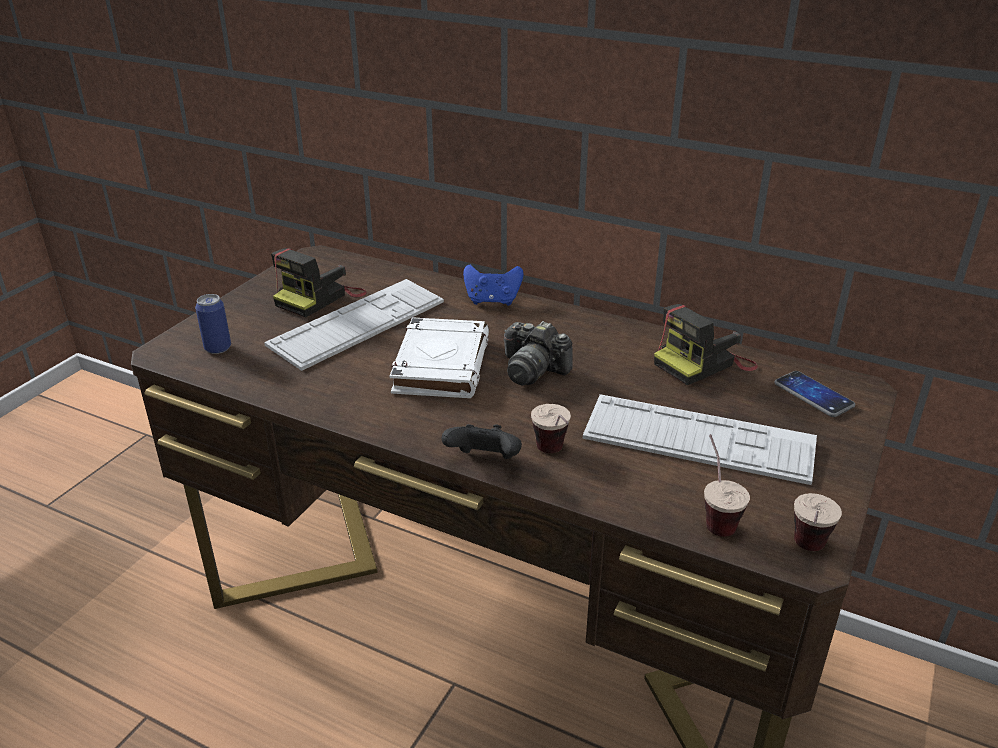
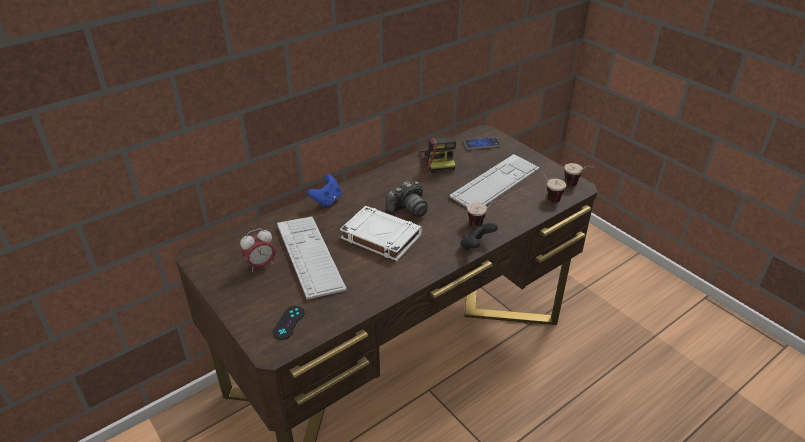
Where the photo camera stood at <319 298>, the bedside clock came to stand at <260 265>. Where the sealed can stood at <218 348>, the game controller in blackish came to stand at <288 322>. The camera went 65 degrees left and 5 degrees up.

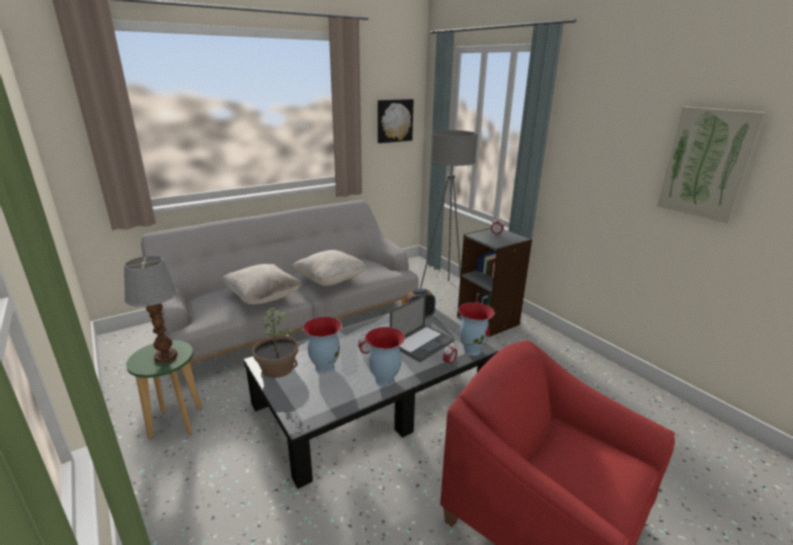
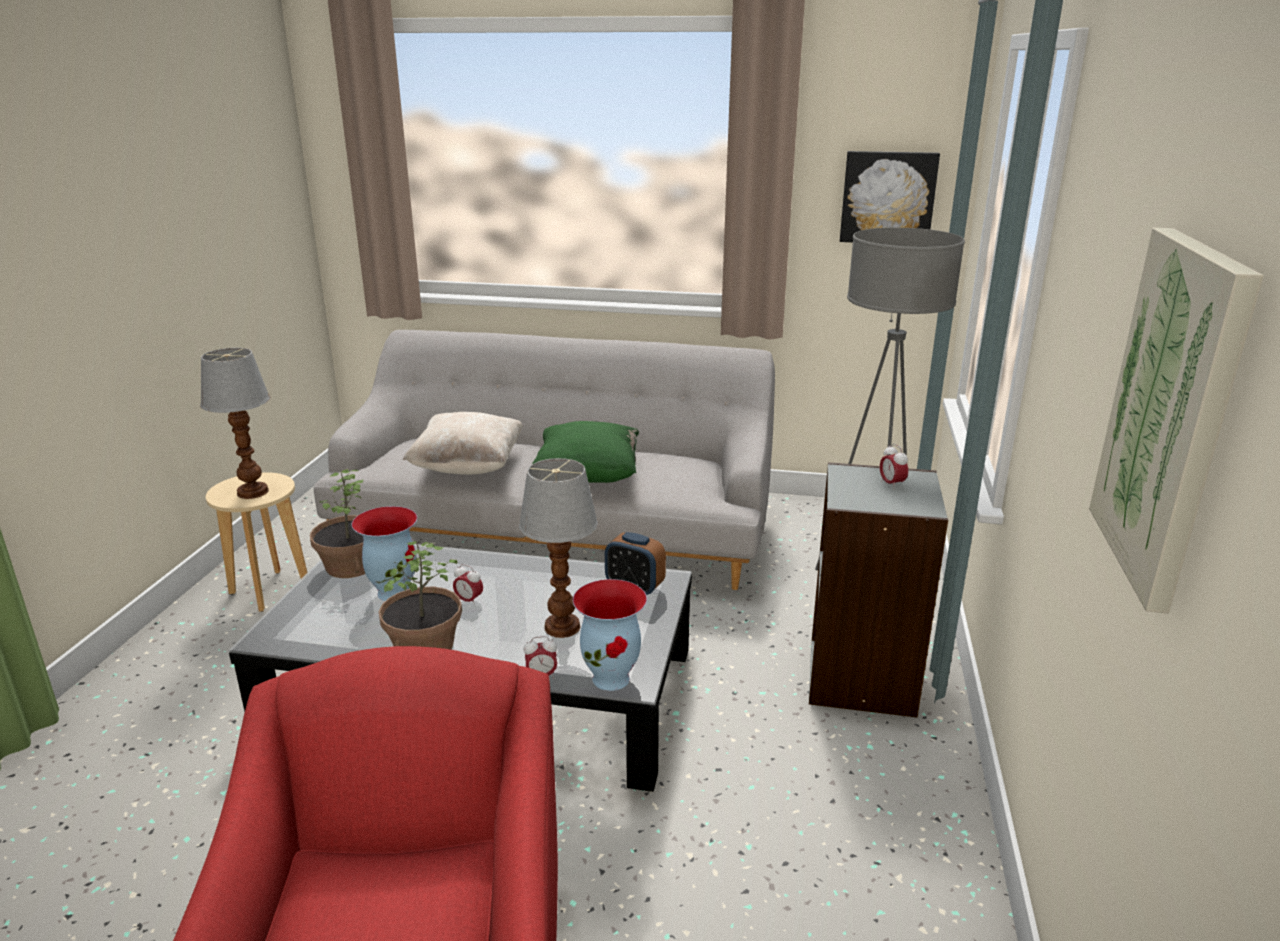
What was the throw pillow in beige-coloured at <330 281> turned into the throw pillow in green-coloured at <588 477>. Where the laptop stood at <422 342>, the lamp for a table came to stand at <563 627>. Where the decorative vase stood at <384 380>, the houseplant came to stand at <424 646>. What was the sitting stool in green-coloured at <176 422> turned into the sitting stool in beige-coloured at <270 590>. The camera went 45 degrees right and 0 degrees up.

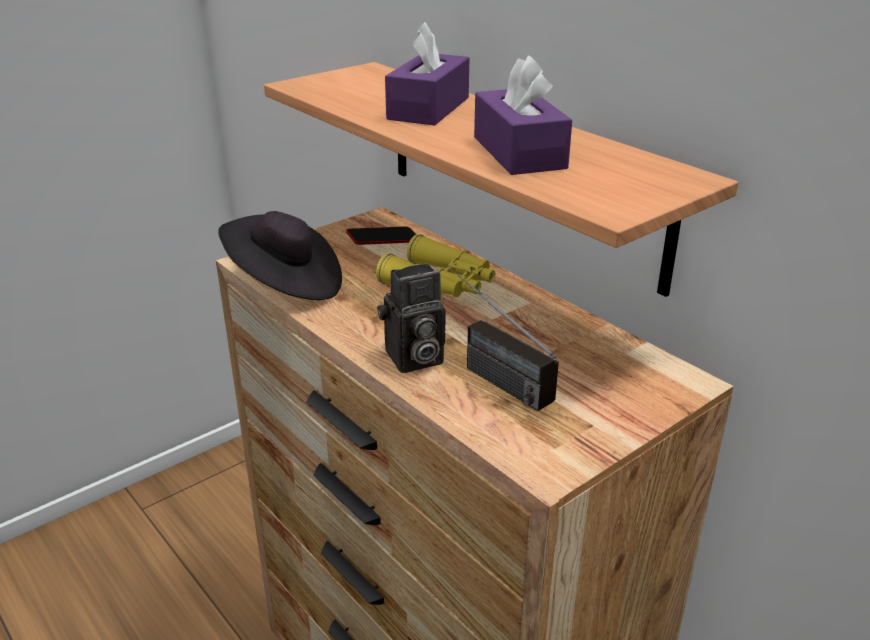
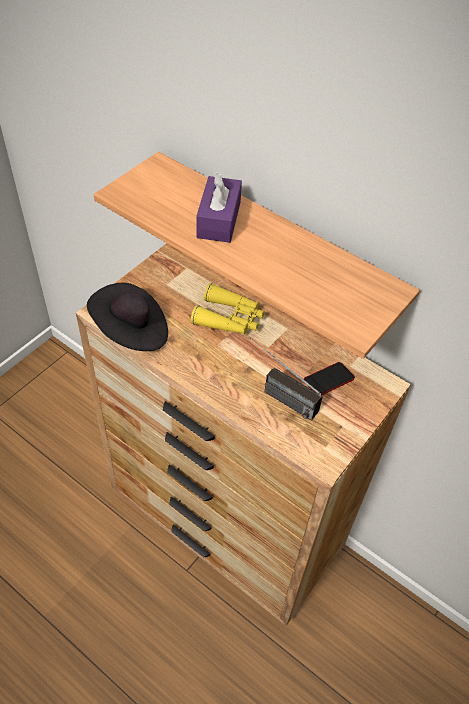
The second view lost the tissue holder in purplish at <519 153>. The telephone ended up elsewhere, having gone from <383 240> to <328 381>. The second view lost the photo camera at <412 360>. The camera went 15 degrees left and 20 degrees up.

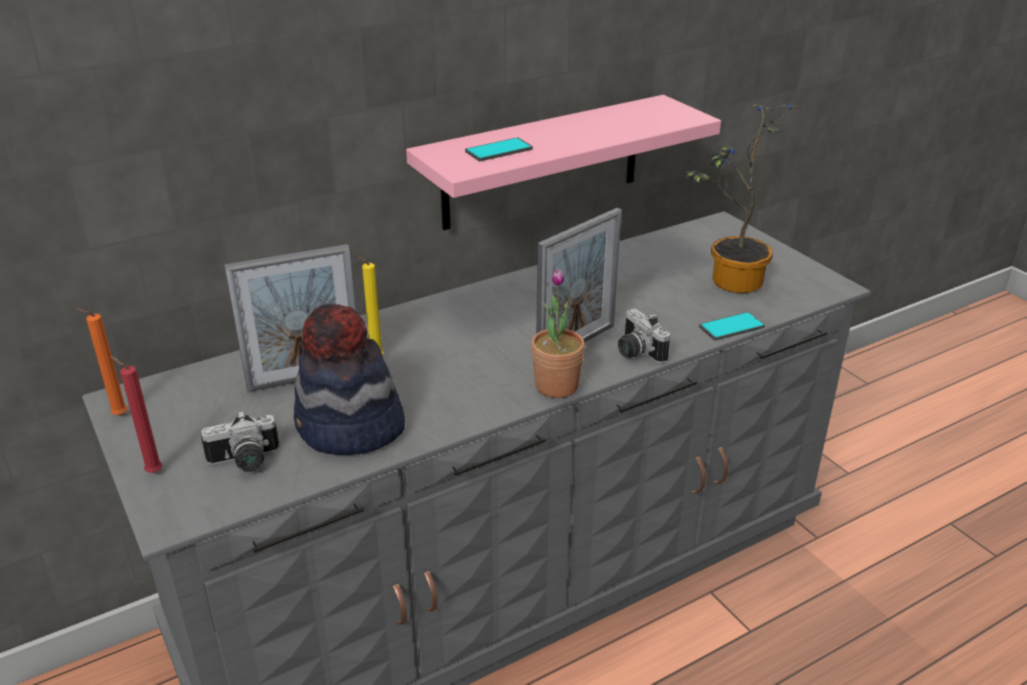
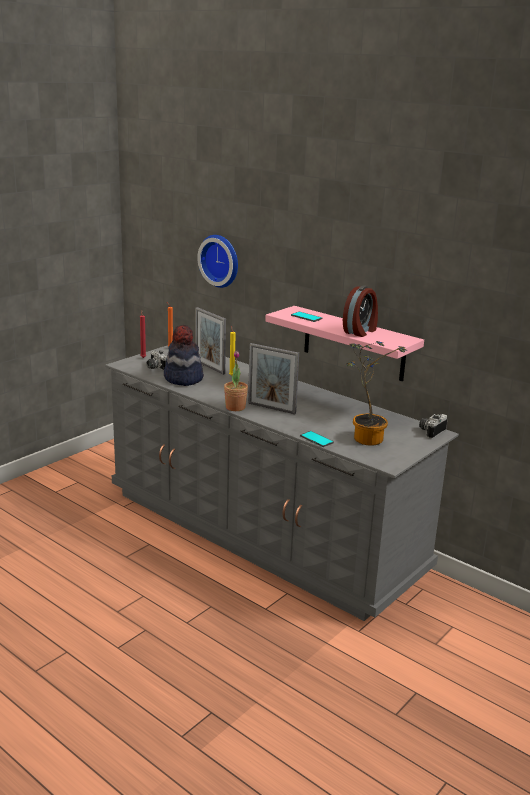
The photo camera ended up elsewhere, having gone from <636 352> to <430 431>. The second view gained the clock on the wall at <221 260>. The second view gained the bedside clock at <360 331>. The camera went 70 degrees right and 10 degrees down.

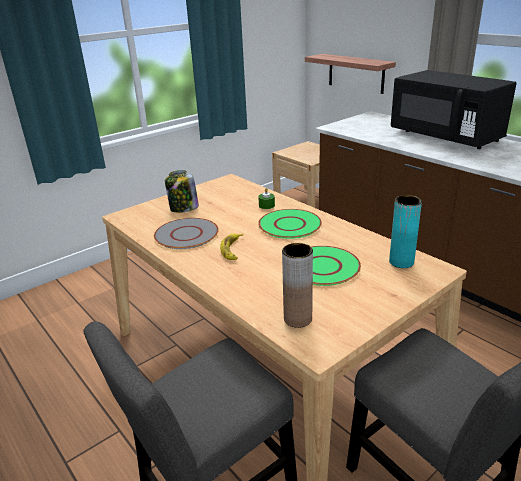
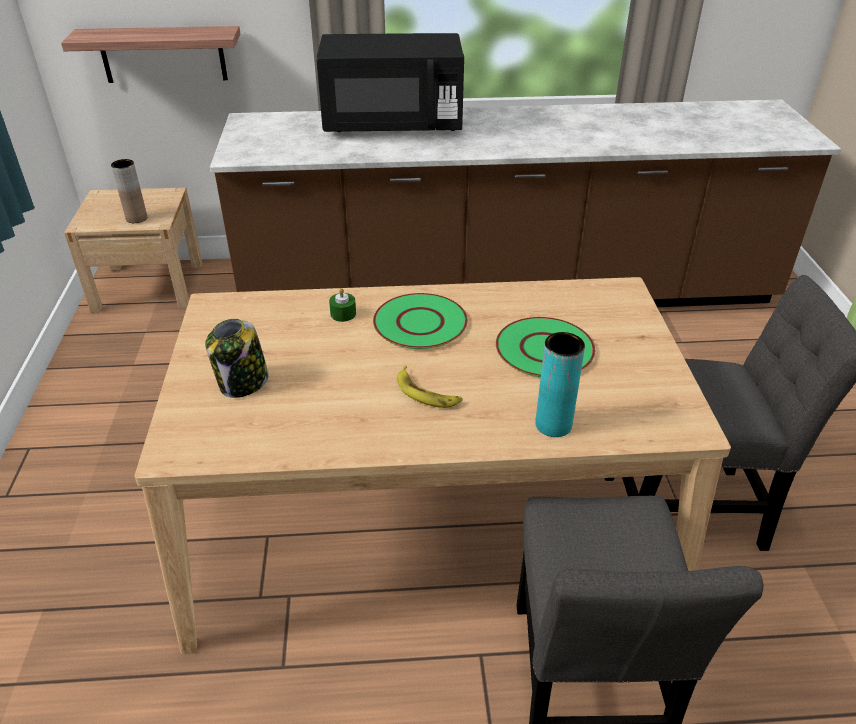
The decorative vase in turquoise ended up elsewhere, having gone from <401 262> to <553 425>. The second view lost the flat dish in greyish at <186 234>. The decorative vase in brownish ended up elsewhere, having gone from <297 319> to <136 218>. The camera went 55 degrees left and 10 degrees up.

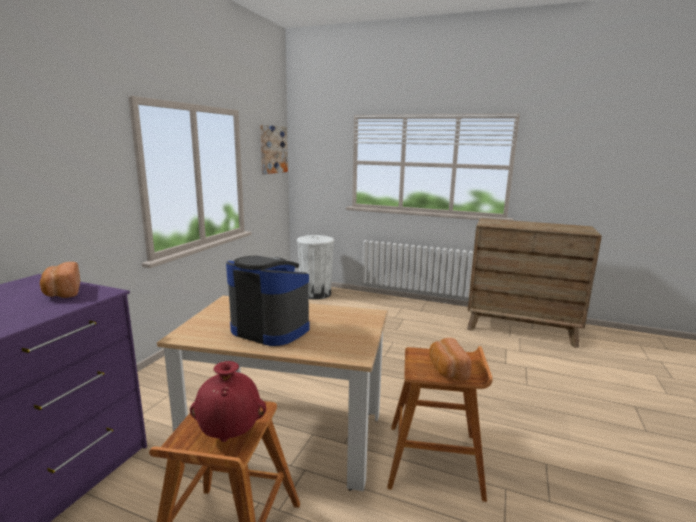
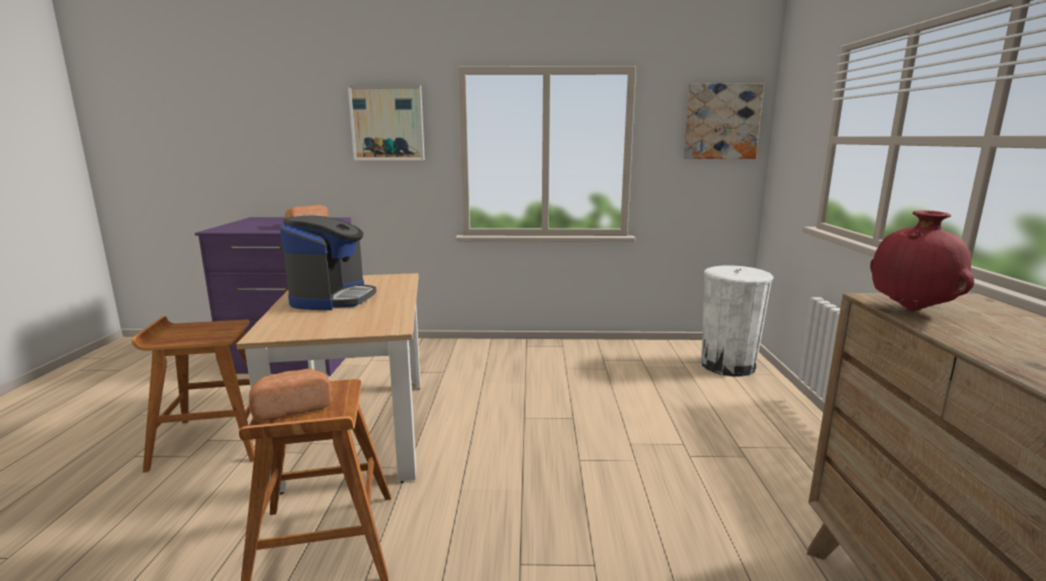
The decorative vase in red ended up elsewhere, having gone from <230 434> to <911 310>. The second view gained the wall picture at <387 123>. The camera went 70 degrees right and 0 degrees up.

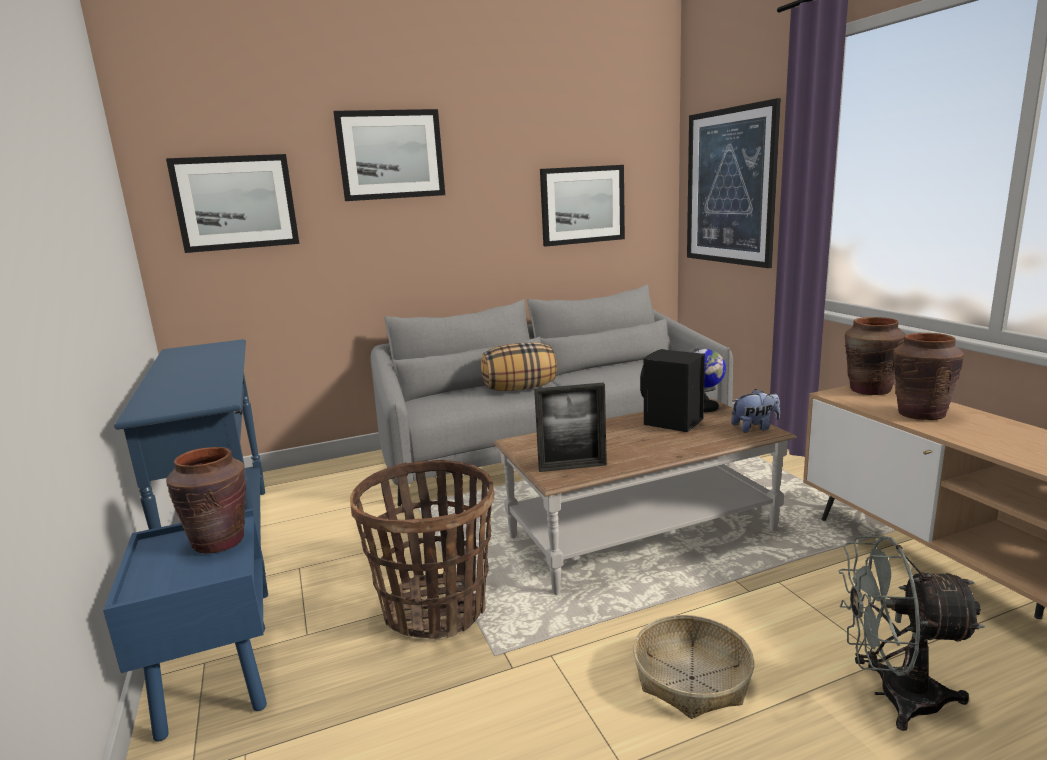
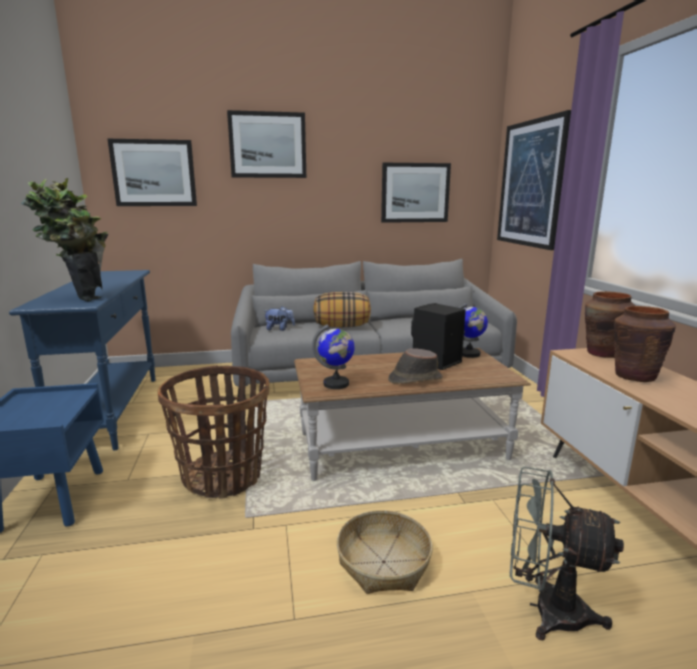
Where the standing frame stood at <572 467>, the world globe came to stand at <336 384>. The cuddly toy ended up elsewhere, having gone from <755 428> to <279 329>. The second view lost the decorative vase in brownish at <220 542>. The second view gained the houseplant at <80 297>. The second view gained the wearable hat in brownish at <414 379>. The camera went 10 degrees right and 0 degrees up.

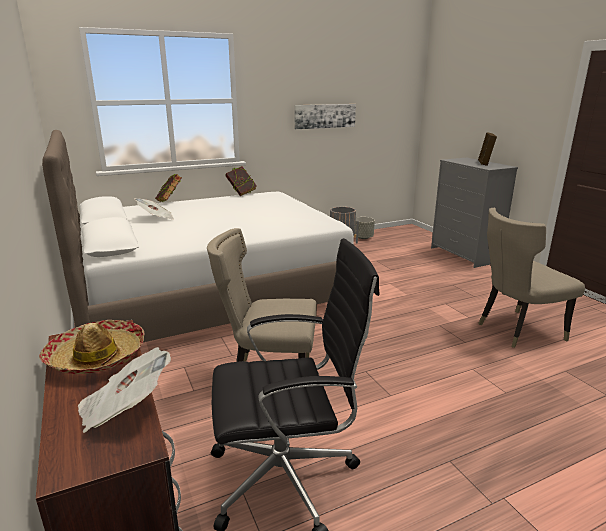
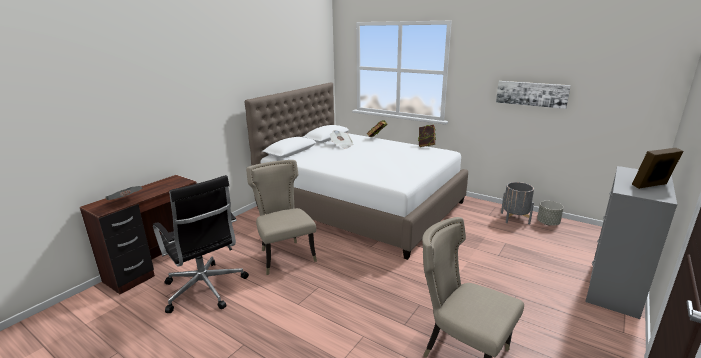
The second view lost the wearable hat at <97 356>. The camera went 60 degrees right and 0 degrees up.

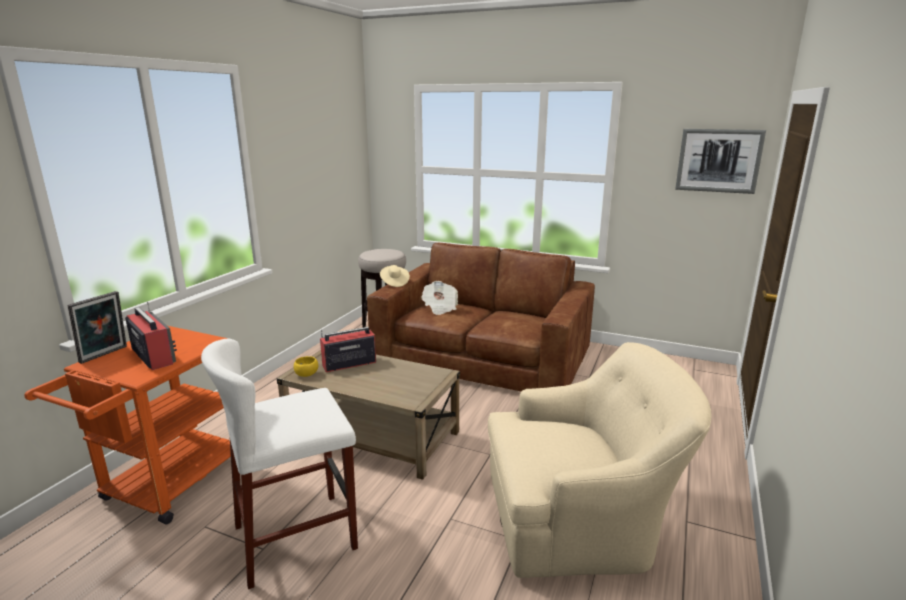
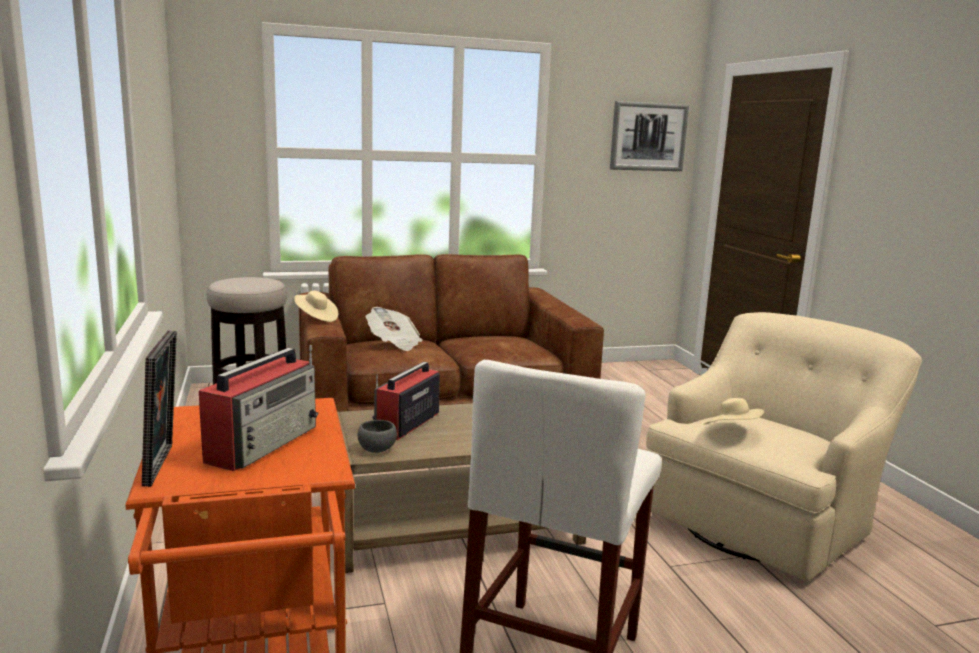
The radio at <153 356> ended up facing another way, 105 degrees clockwise from before. What was the bowl in yellow-coloured at <307 374> turned into the bowl in greyish at <377 449>. The second view gained the wearable hat in beige-coloured at <732 431>. The camera went 40 degrees left and 5 degrees down.

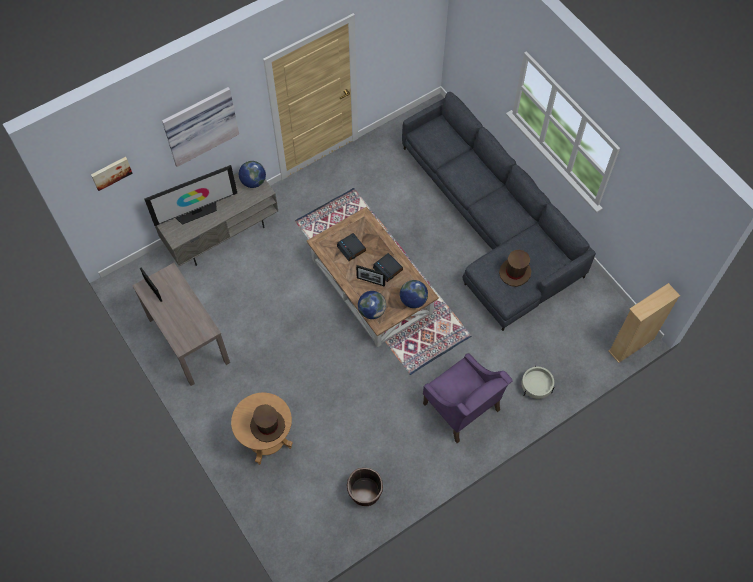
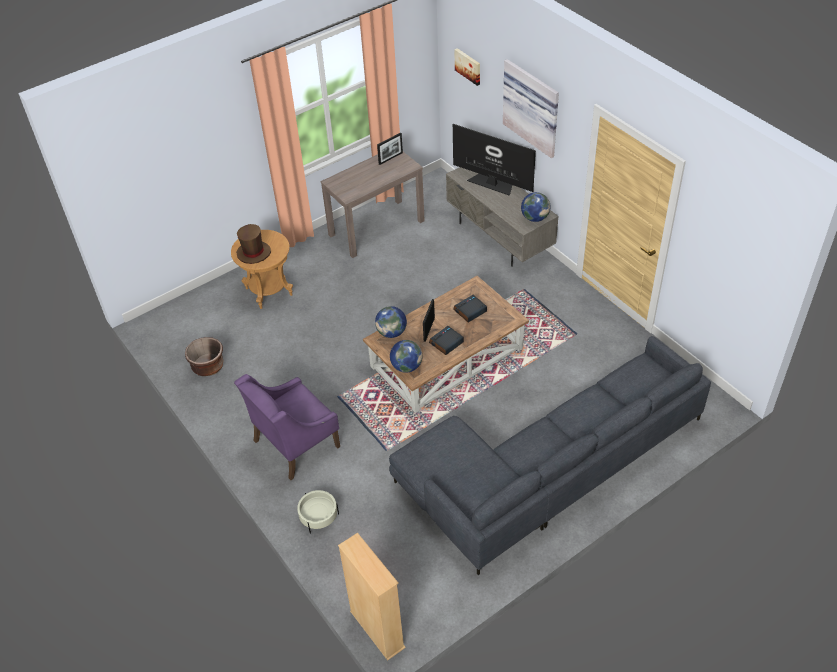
The TV set at <196 211> ended up facing another way, 150 degrees clockwise from before. The second view lost the wearable hat in brownish at <515 272>. The camera went 90 degrees right and 15 degrees down.

